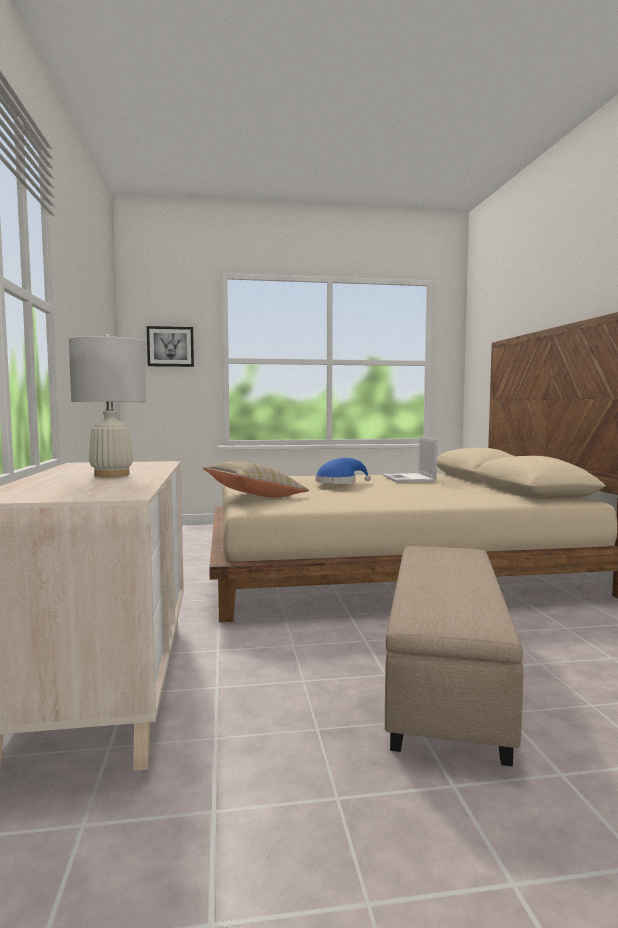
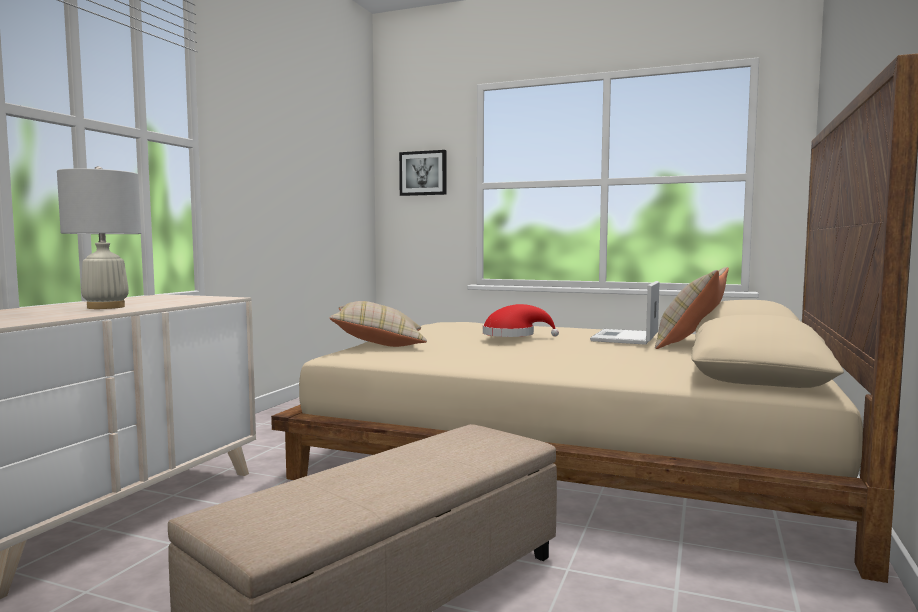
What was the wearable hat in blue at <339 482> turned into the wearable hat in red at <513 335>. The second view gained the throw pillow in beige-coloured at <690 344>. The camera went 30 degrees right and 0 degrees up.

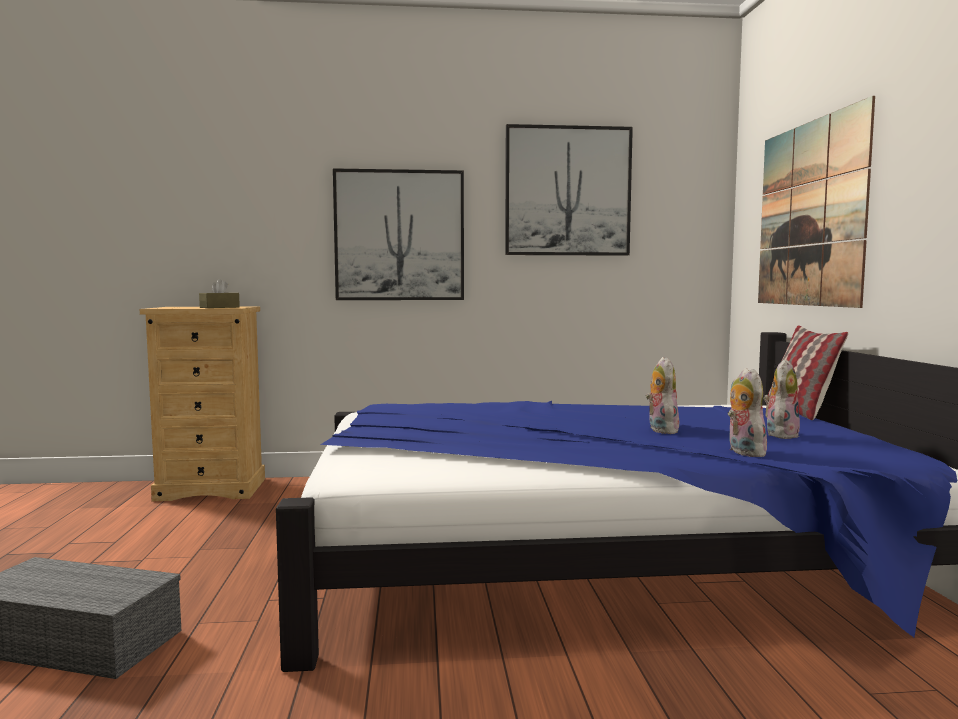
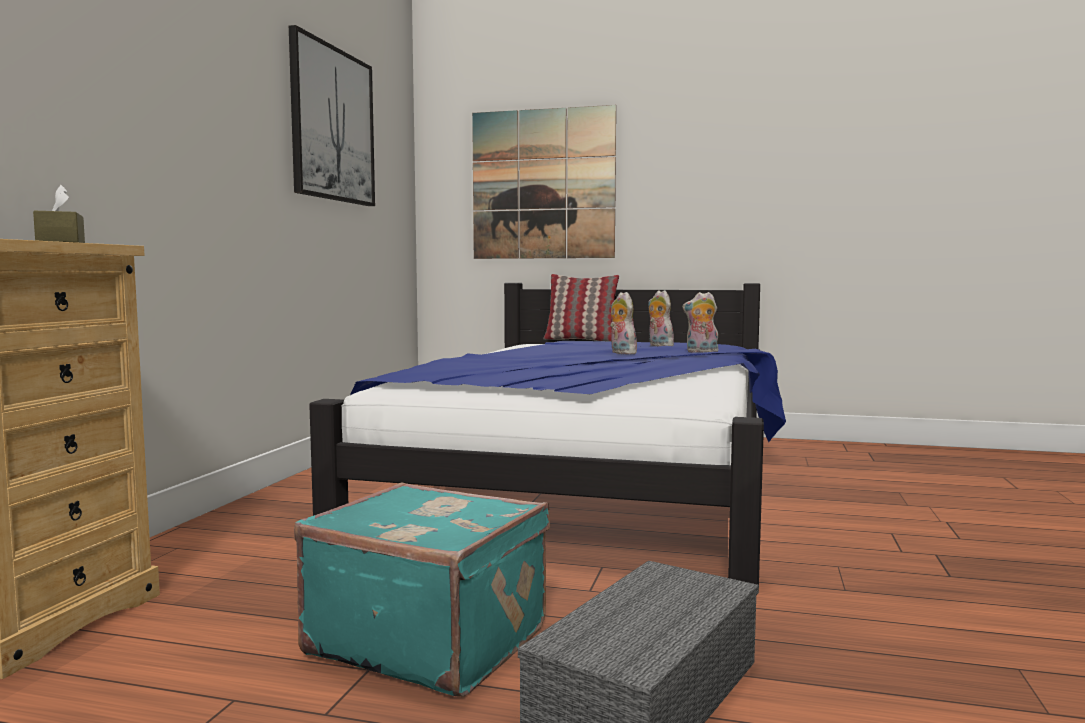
The second view lost the wall picture at <399 235>. The cuddly toy at <660 430> ended up facing another way, 45 degrees clockwise from before. The second view gained the piece of luggage in turquoise at <430 639>. The camera went 70 degrees left and 0 degrees up.

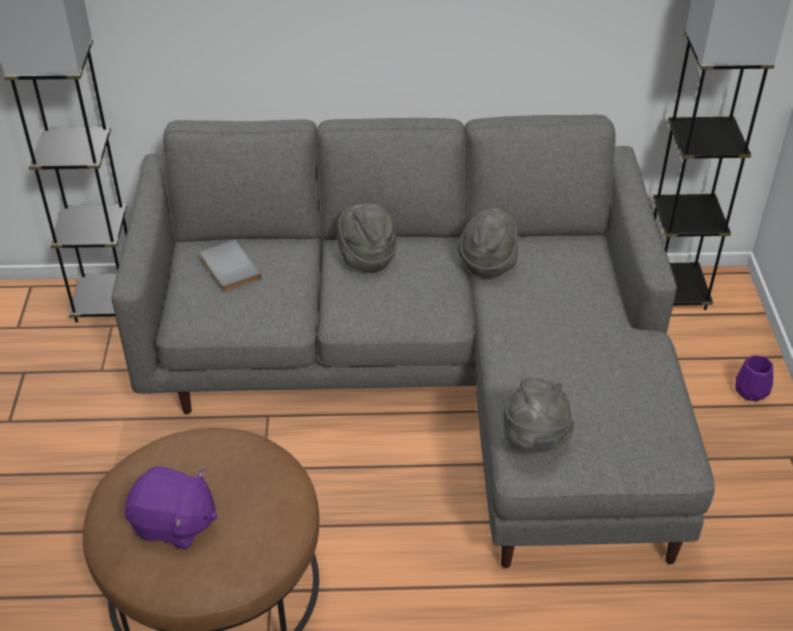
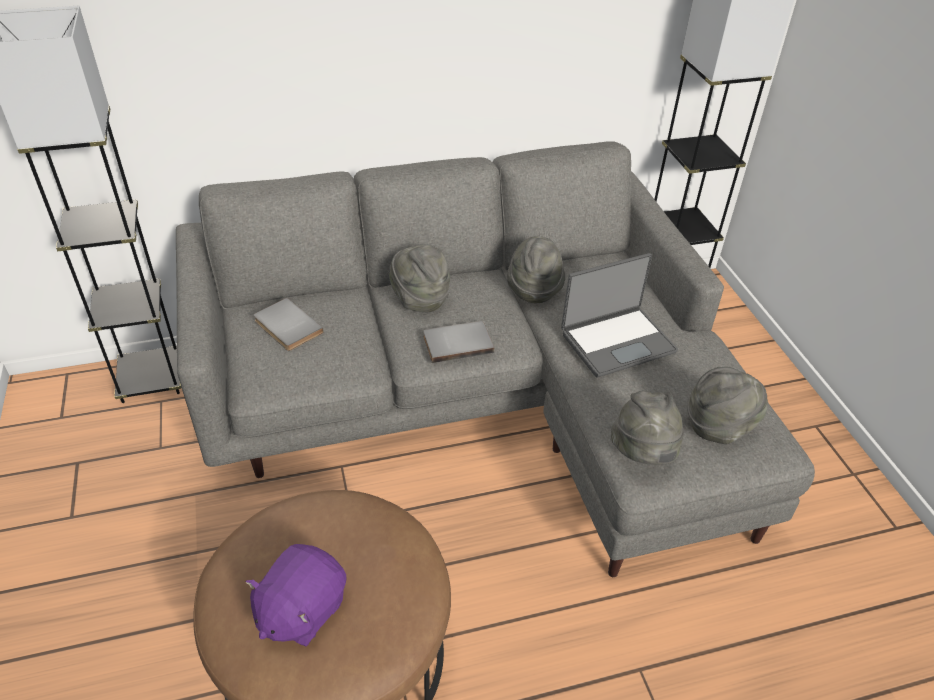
The second view lost the decorative vase in purplish at <749 391>. The cuddly toy in purplish at <174 524> ended up facing another way, 120 degrees clockwise from before. The second view gained the laptop at <616 341>. The second view gained the book in greyish at <457 342>. The second view gained the wearable hat in greyish at <718 426>. The camera went 15 degrees left and 0 degrees up.

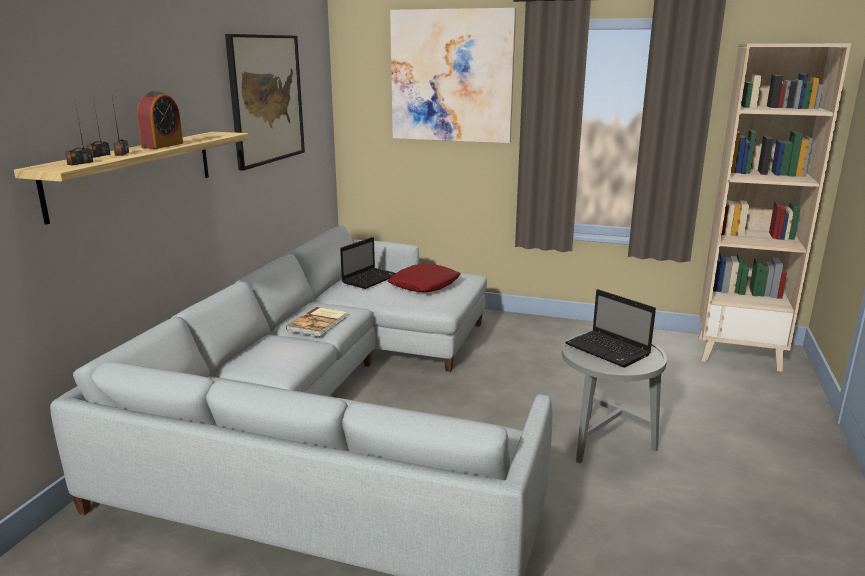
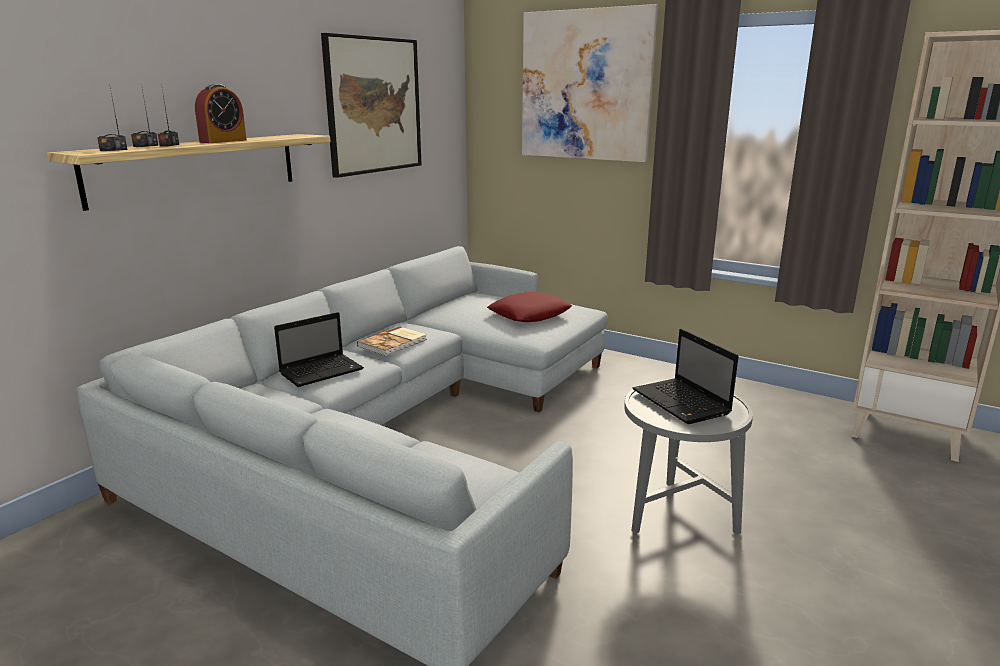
The laptop ended up elsewhere, having gone from <370 279> to <323 371>. The camera went 15 degrees right and 0 degrees up.

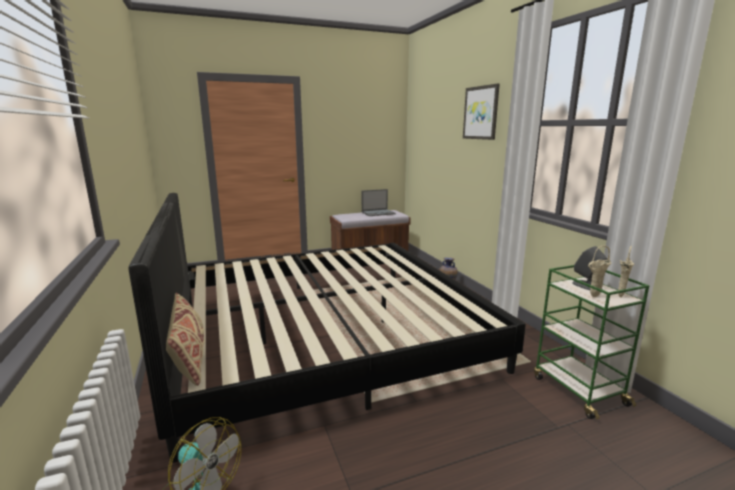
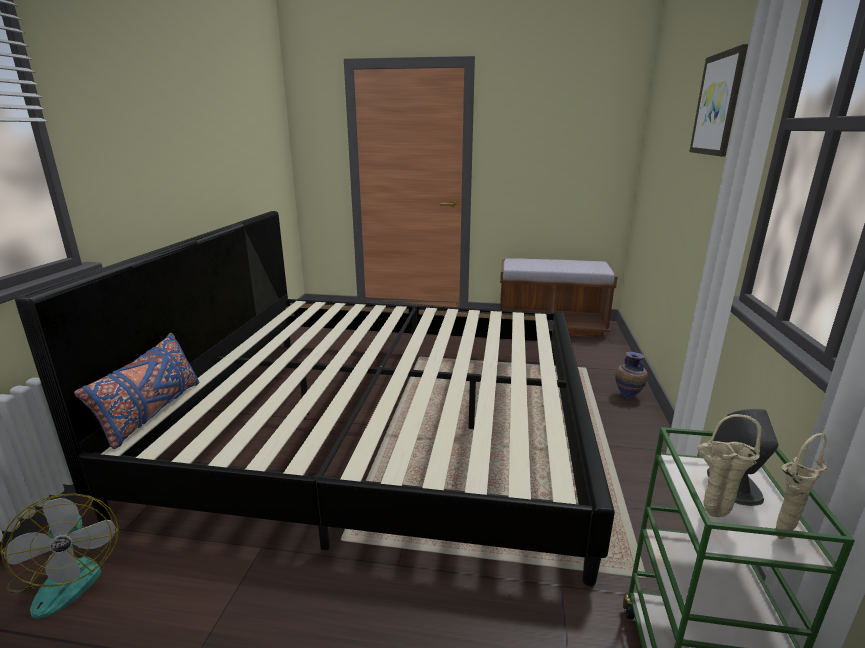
The second view lost the laptop at <378 213>. What was the throw pillow in beige-coloured at <189 358> turned into the throw pillow in blue at <152 412>. The camera went 30 degrees right and 5 degrees up.

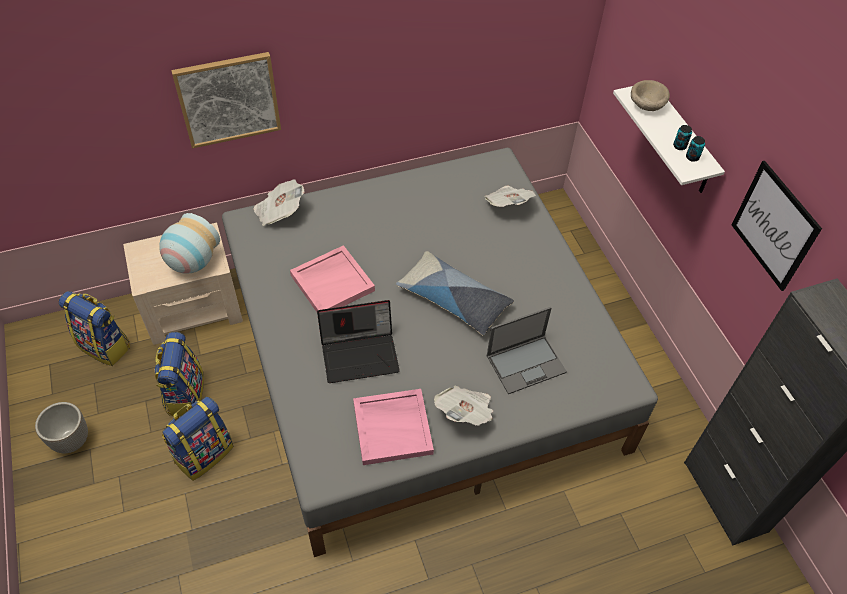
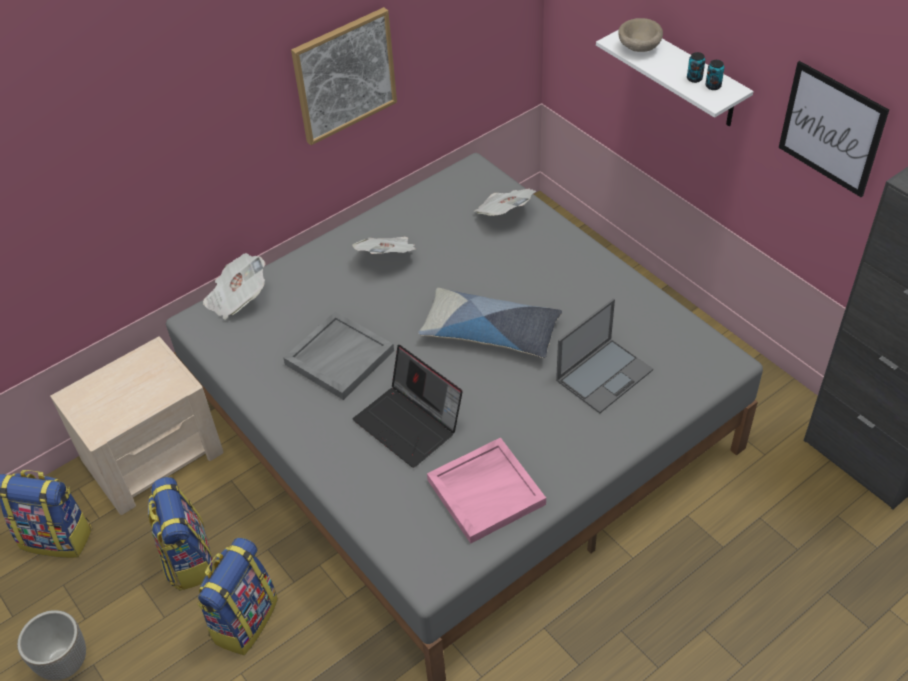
The wall picture ended up elsewhere, having gone from <228 99> to <344 75>. The second view lost the decorative vase at <192 262>. What was the tray in pink-coloured at <332 282> turned into the tray in greyish at <339 357>. The laptop at <360 353> ended up facing another way, 75 degrees clockwise from before. The daily paper ended up elsewhere, having gone from <465 412> to <388 257>. The camera went 15 degrees left and 5 degrees down.

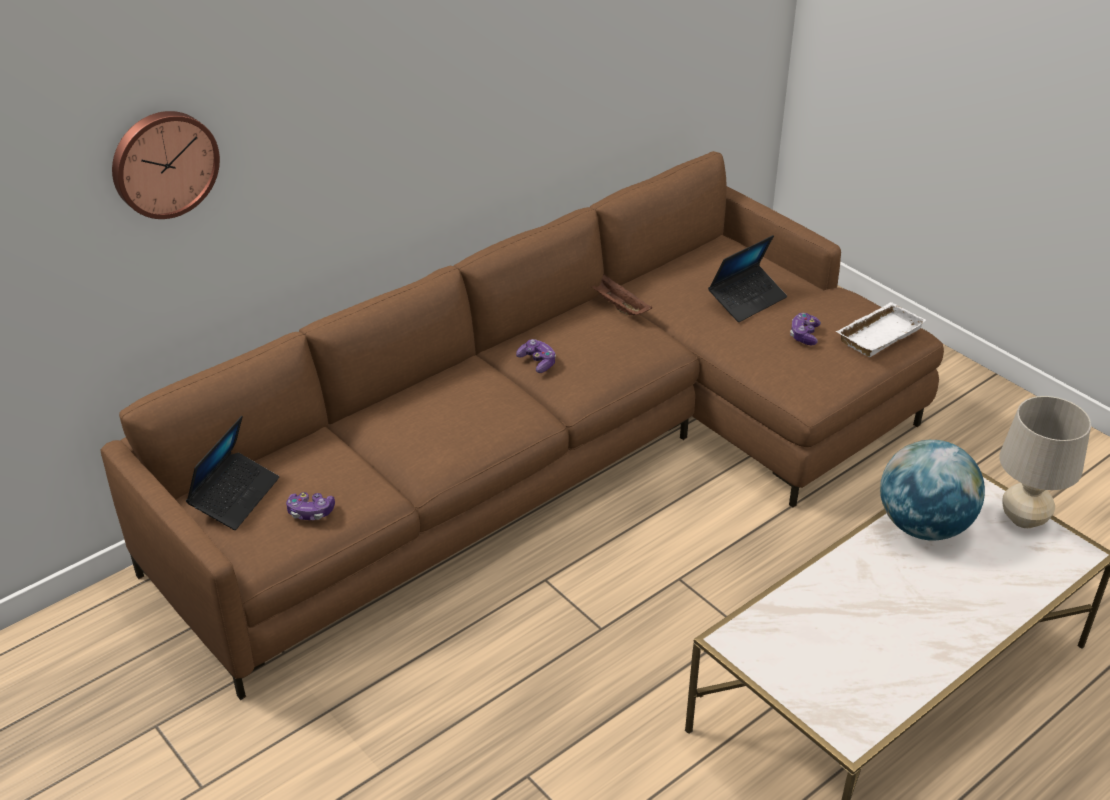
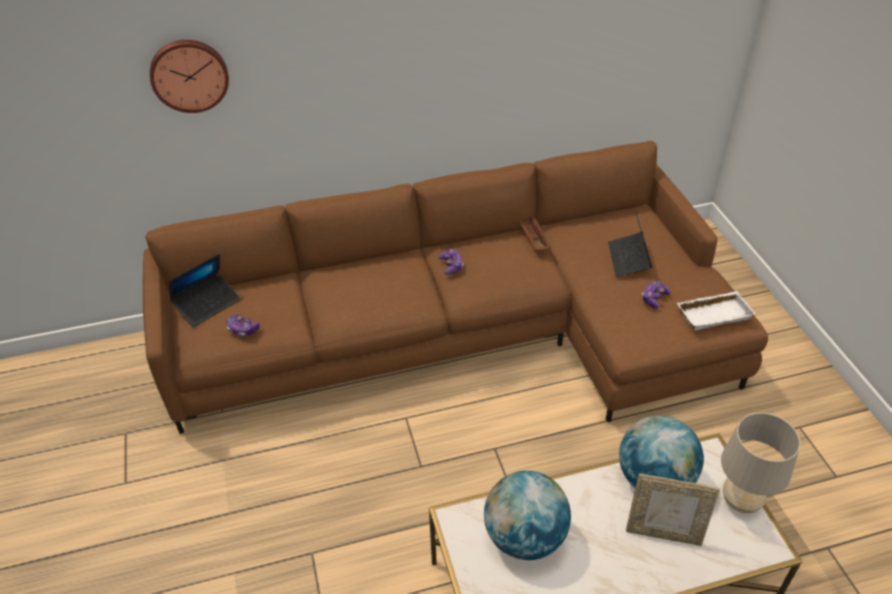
The laptop at <747 300> ended up facing another way, 105 degrees clockwise from before. The second view gained the world globe at <524 537>. The second view gained the standing frame at <663 533>. The camera went 25 degrees right and 5 degrees up.

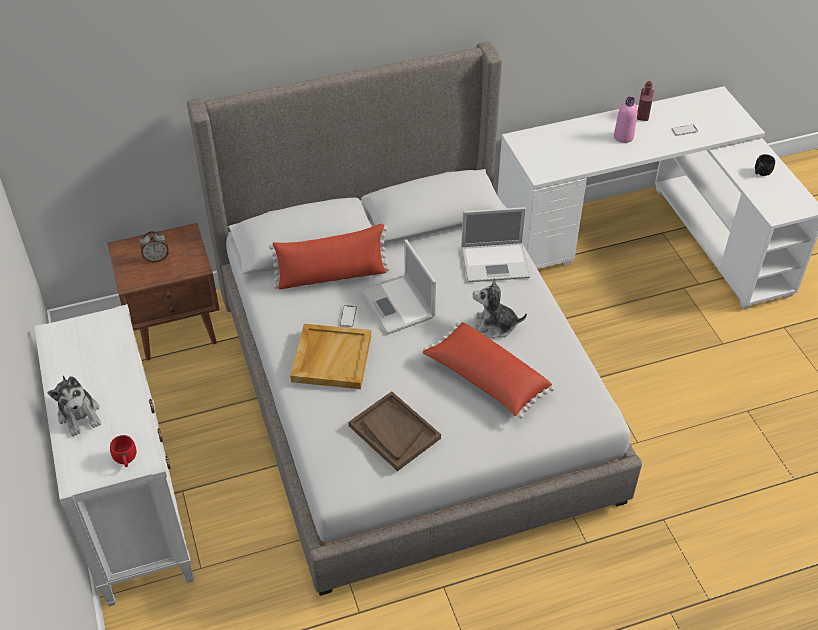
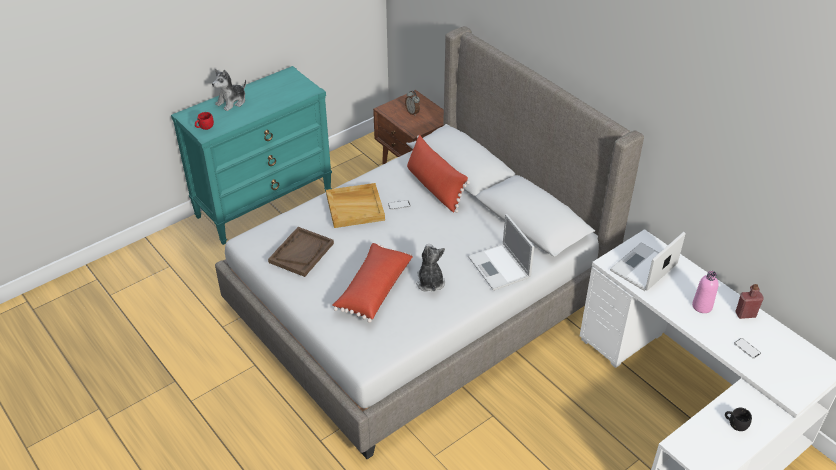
The laptop ended up elsewhere, having gone from <398 305> to <643 268>. What was the drawer chest in white-coloured at <134 510> turned into the drawer chest in turquoise at <264 203>. The camera went 70 degrees right and 5 degrees down.

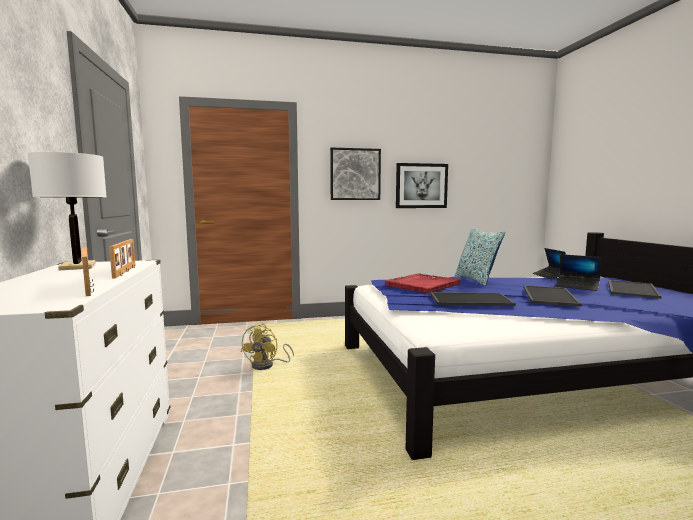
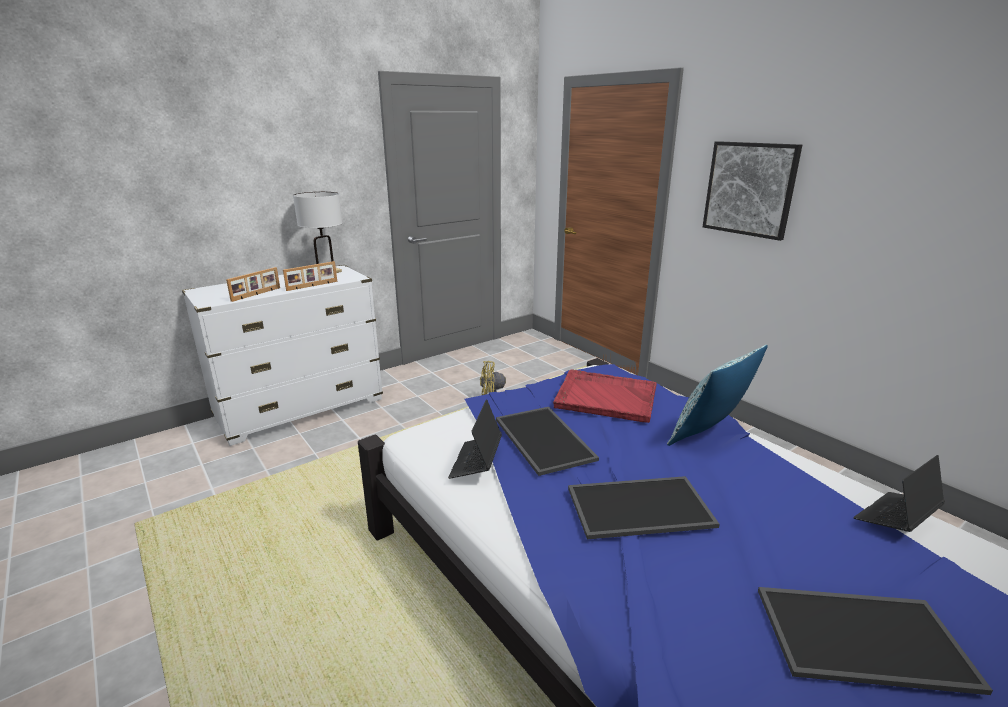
The second view lost the wall picture at <421 186>. The laptop ended up elsewhere, having gone from <577 286> to <476 462>. The camera went 65 degrees right and 15 degrees up.

